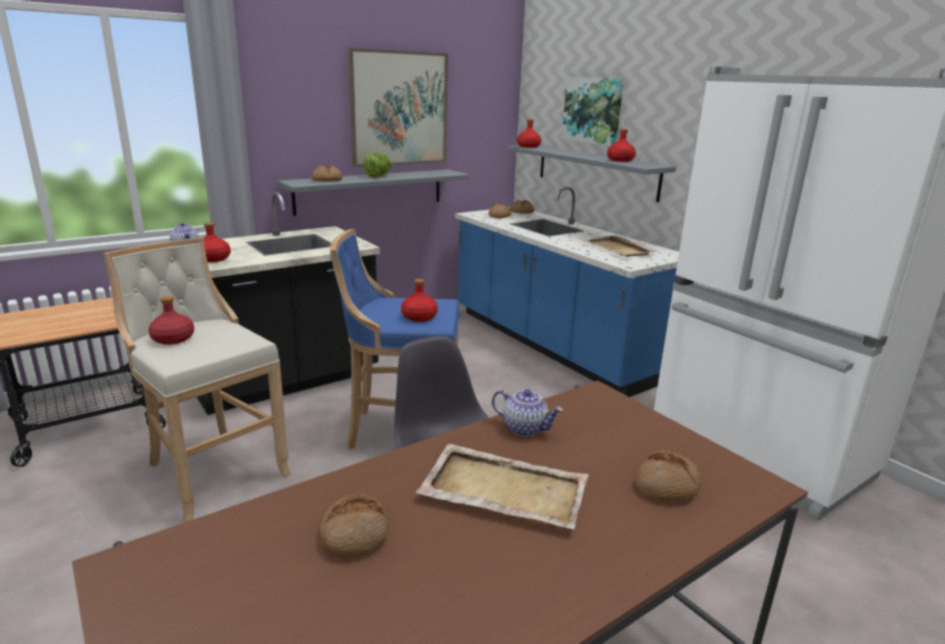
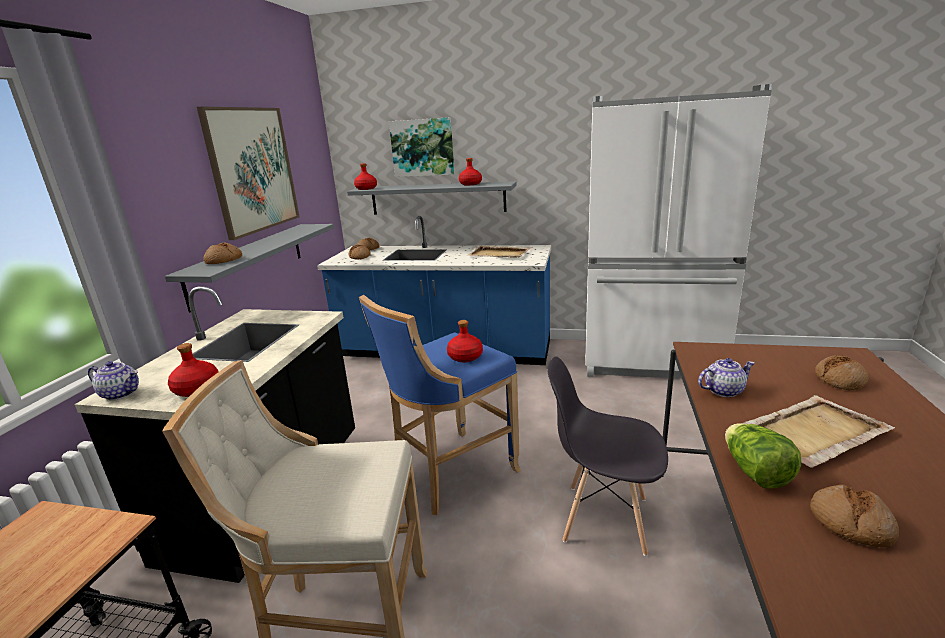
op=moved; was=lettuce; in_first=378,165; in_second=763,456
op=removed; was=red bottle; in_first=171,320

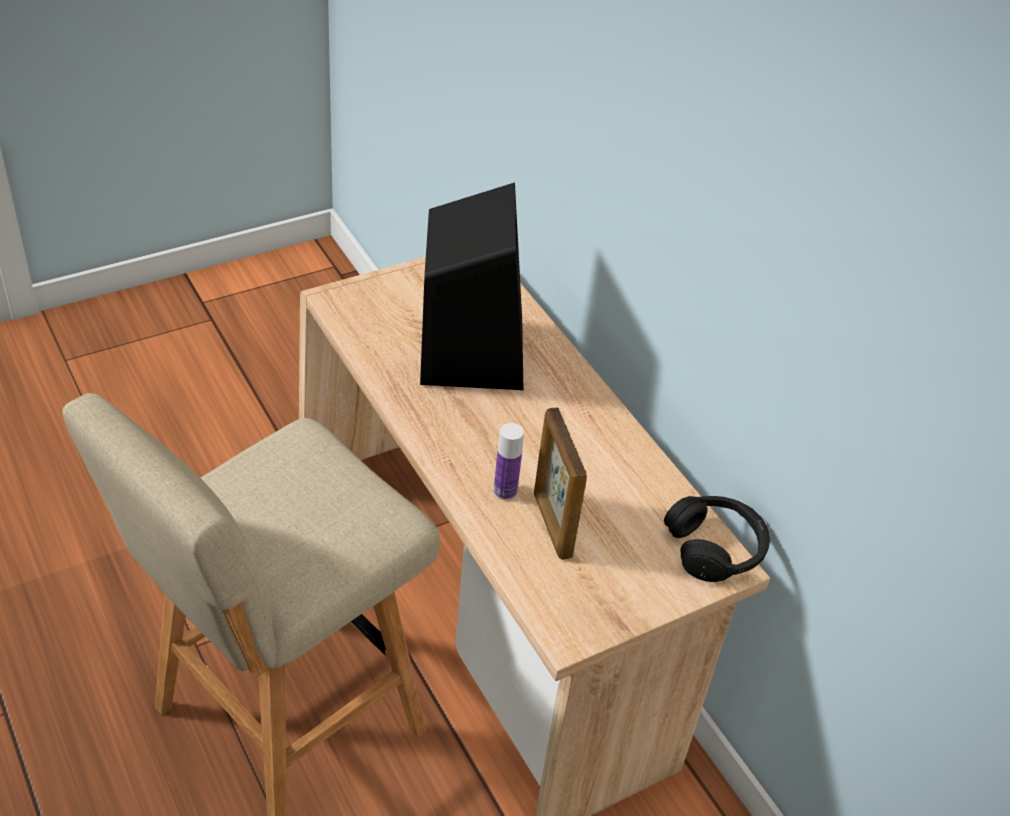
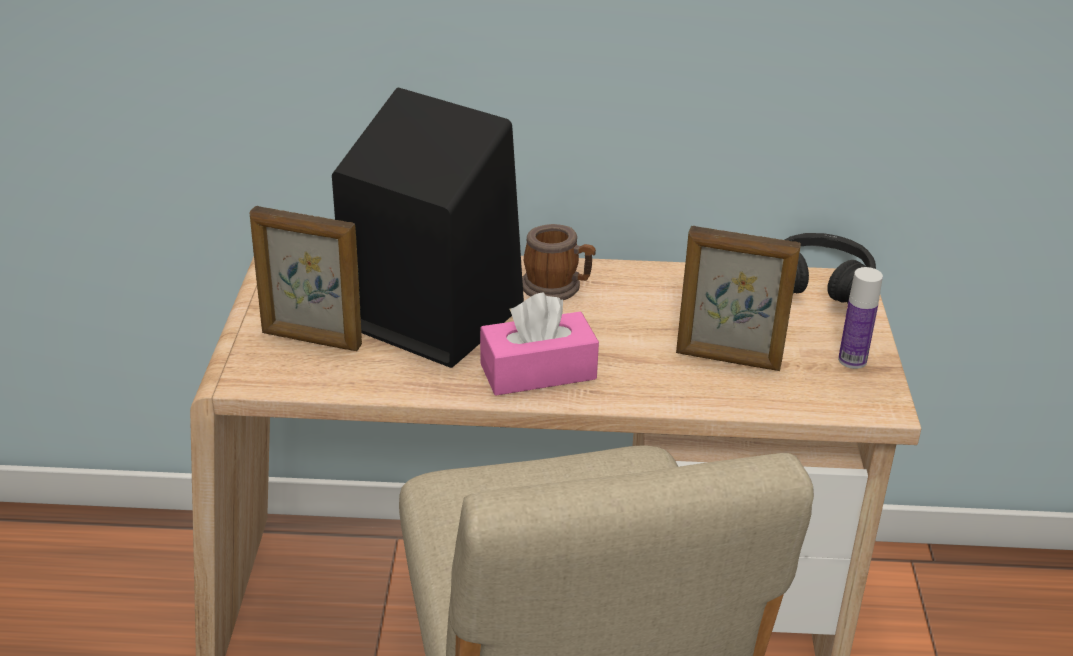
op=moved; was=bottle; in_first=509,461; in_second=860,318
op=added; now=picture frame; in_second=305,278
op=added; now=mug; in_second=559,262
op=added; now=pink tissue box; in_second=539,344

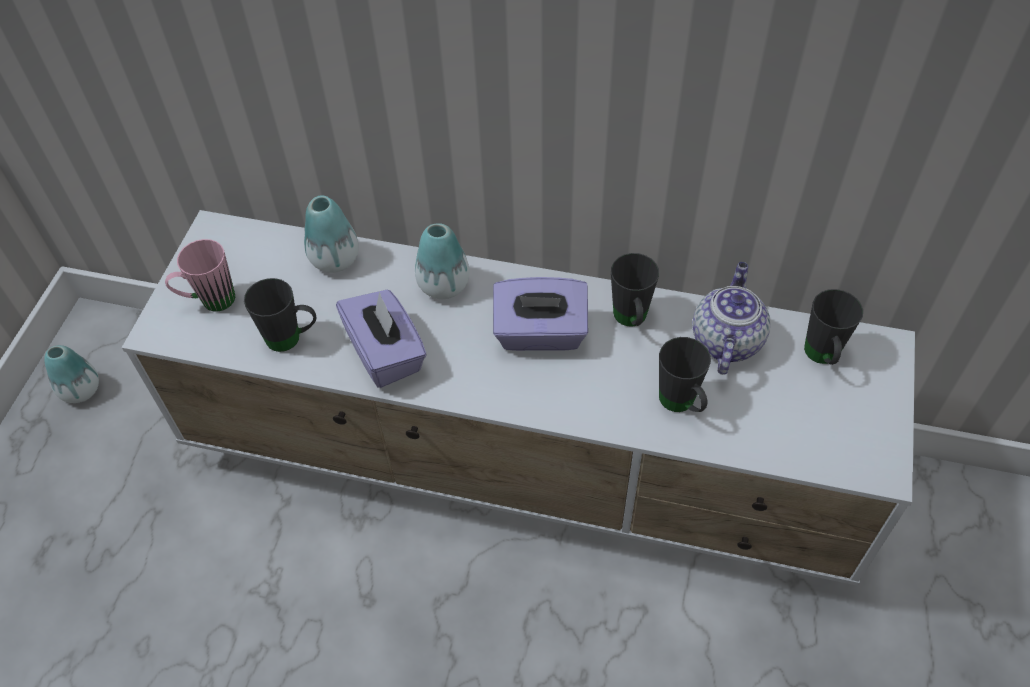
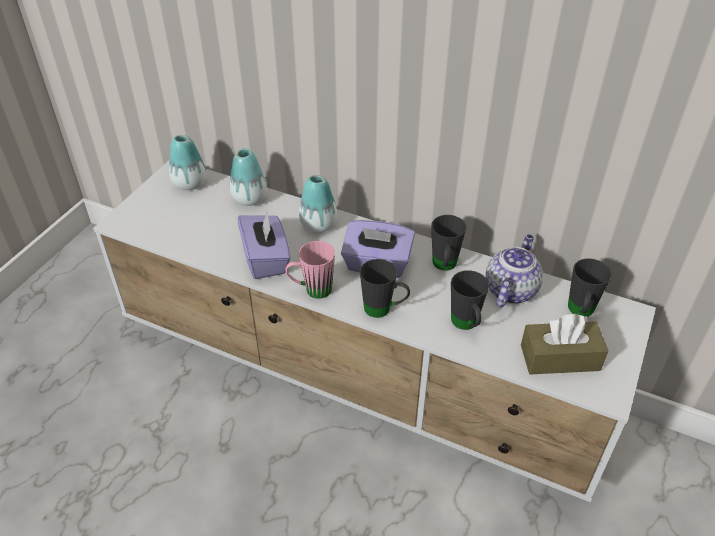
op=moved; was=pink mug; in_first=200,275; in_second=310,270
op=moved; was=black mug; in_first=280,315; in_second=385,288
op=moved; was=vase; in_first=71,374; in_second=187,162
op=added; now=brown tissue box; in_second=564,344

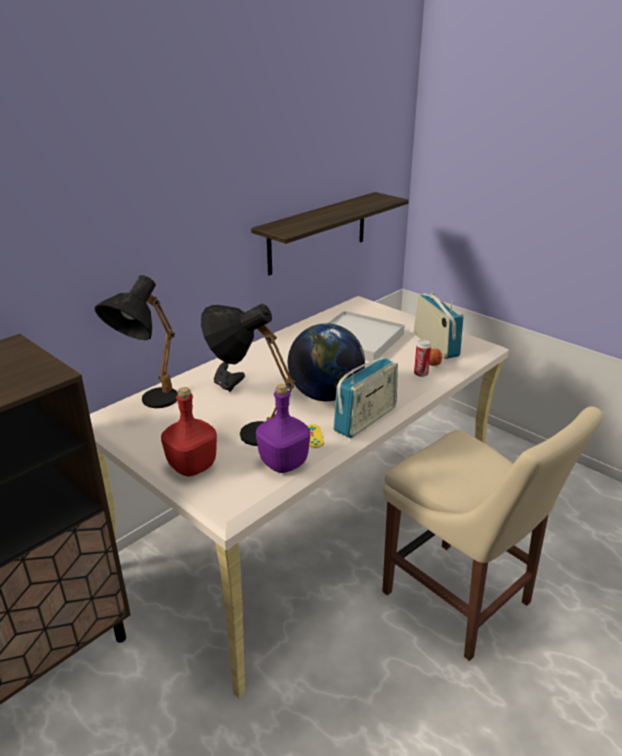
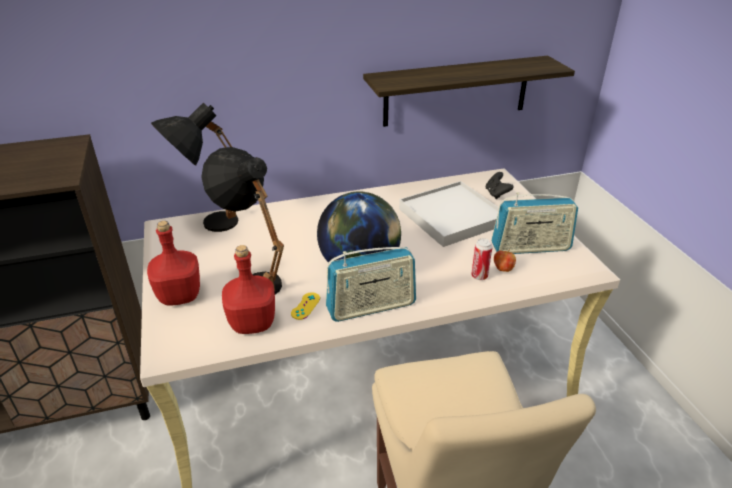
op=turned; was=radio; in_first=438,326; in_second=534,223; clockwise=75
op=moved; was=black game controller; in_first=229,377; in_second=499,185
op=recoloured; was=purple bottle; now=red bottle; in_first=283,428; in_second=248,289

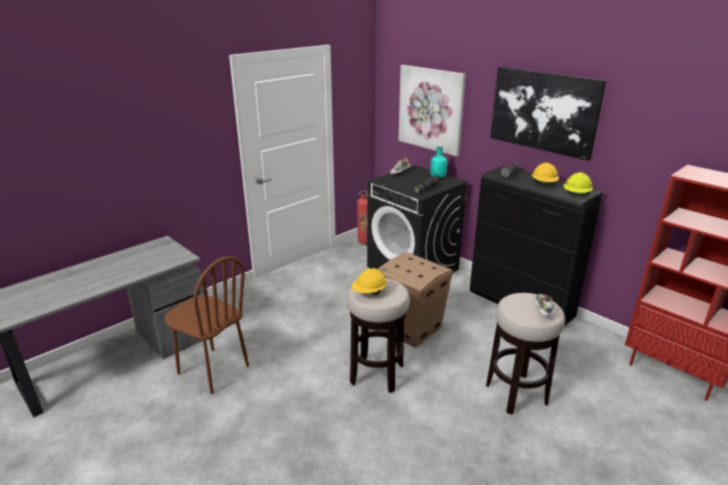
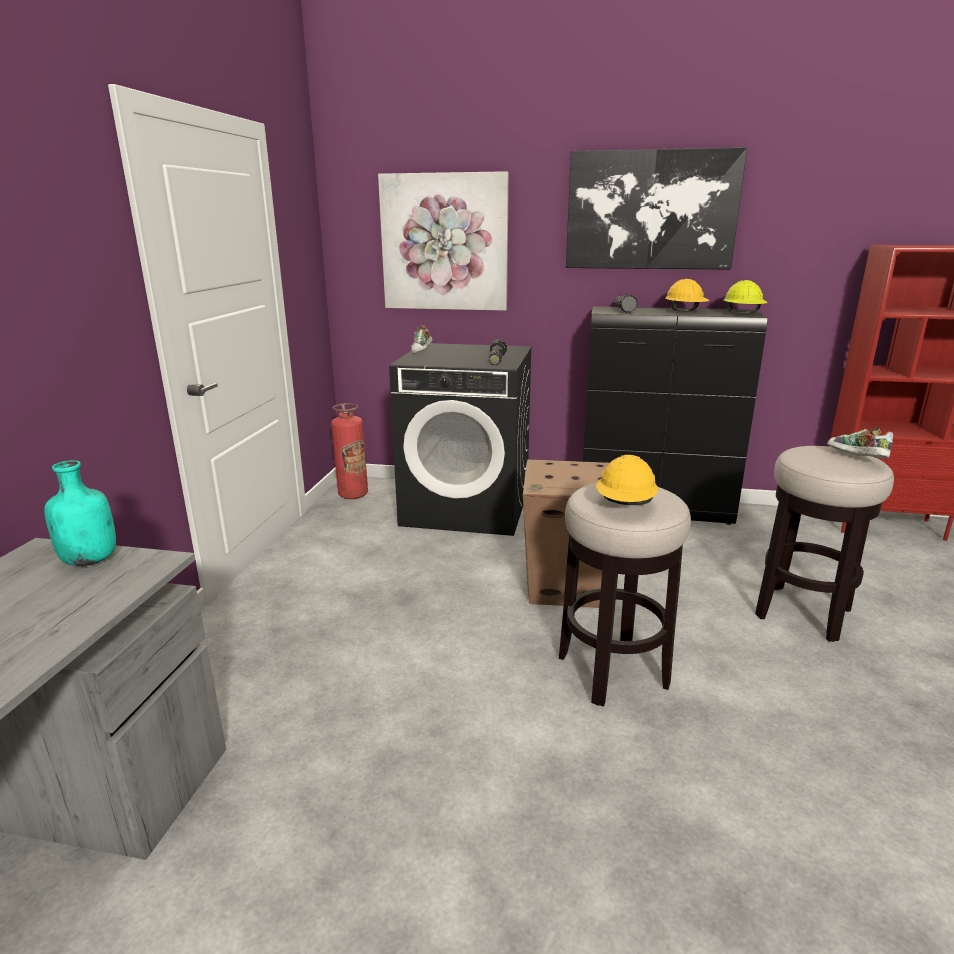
op=moved; was=turquoise bottle; in_first=438,163; in_second=80,513
op=removed; was=brown chair; in_first=207,325

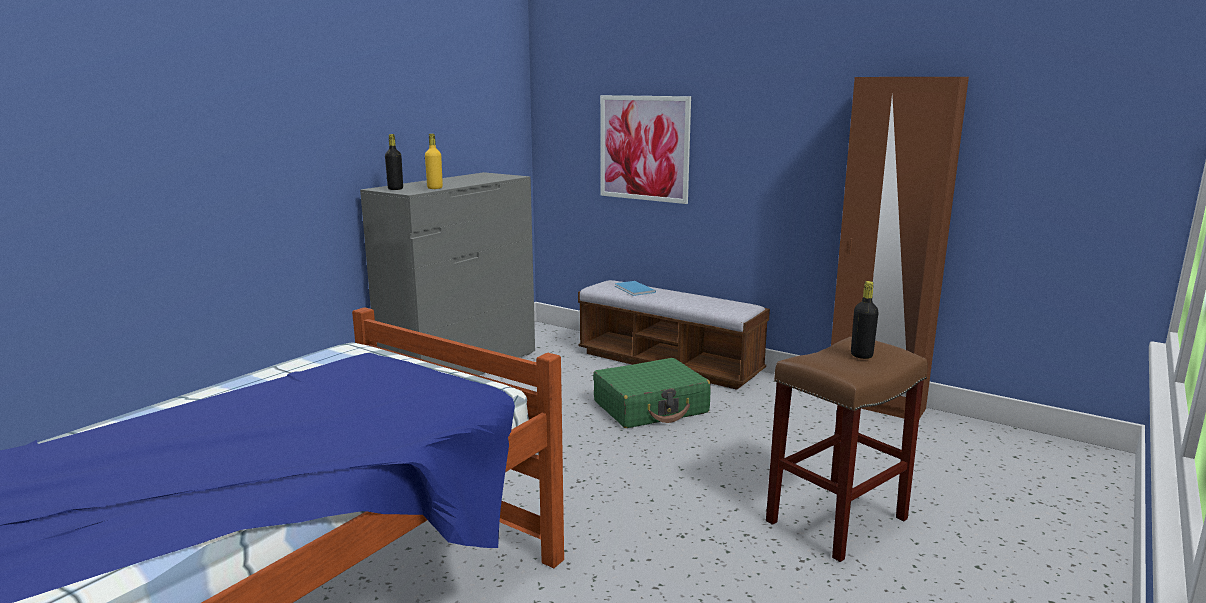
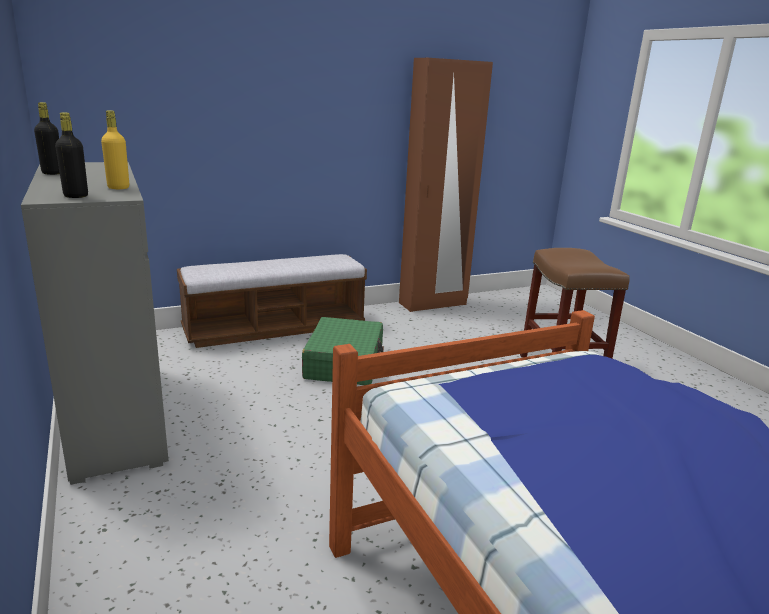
op=removed; was=picture; in_first=645,149
op=removed; was=blue book; in_first=635,288
op=moved; was=black bottle; in_first=865,320; in_second=47,138

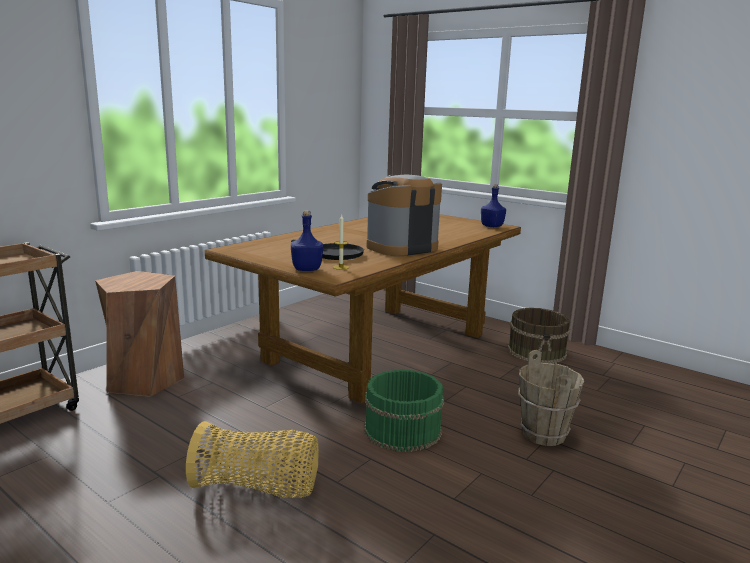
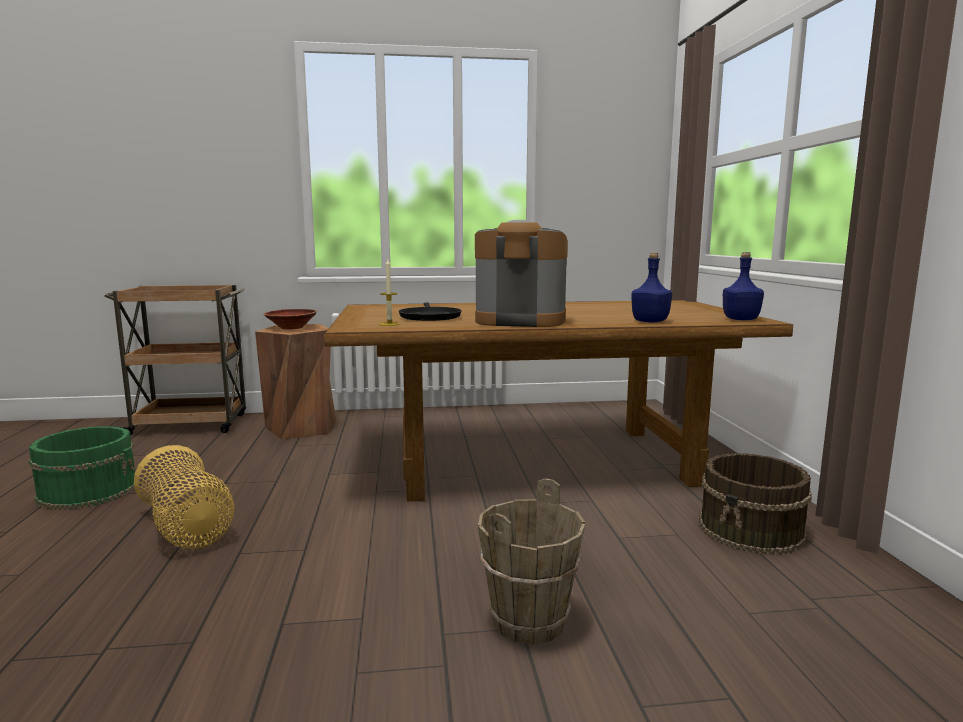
op=moved; was=blue bottle; in_first=307,240; in_second=651,287
op=moved; was=green bucket; in_first=404,410; in_second=82,468
op=added; now=brown bowl; in_second=290,319

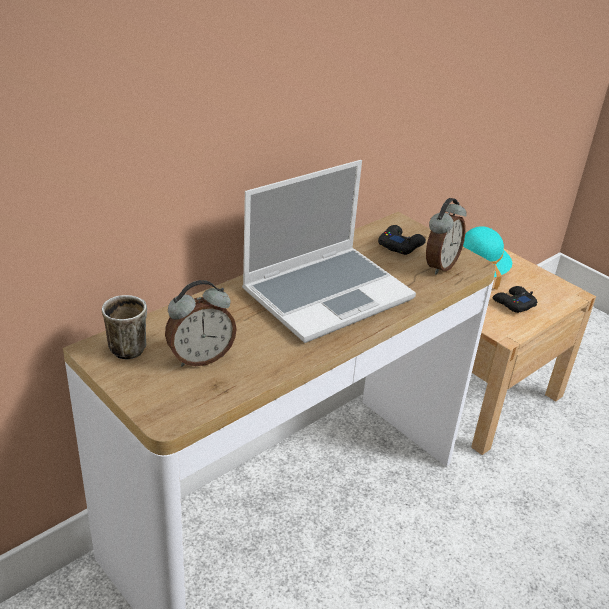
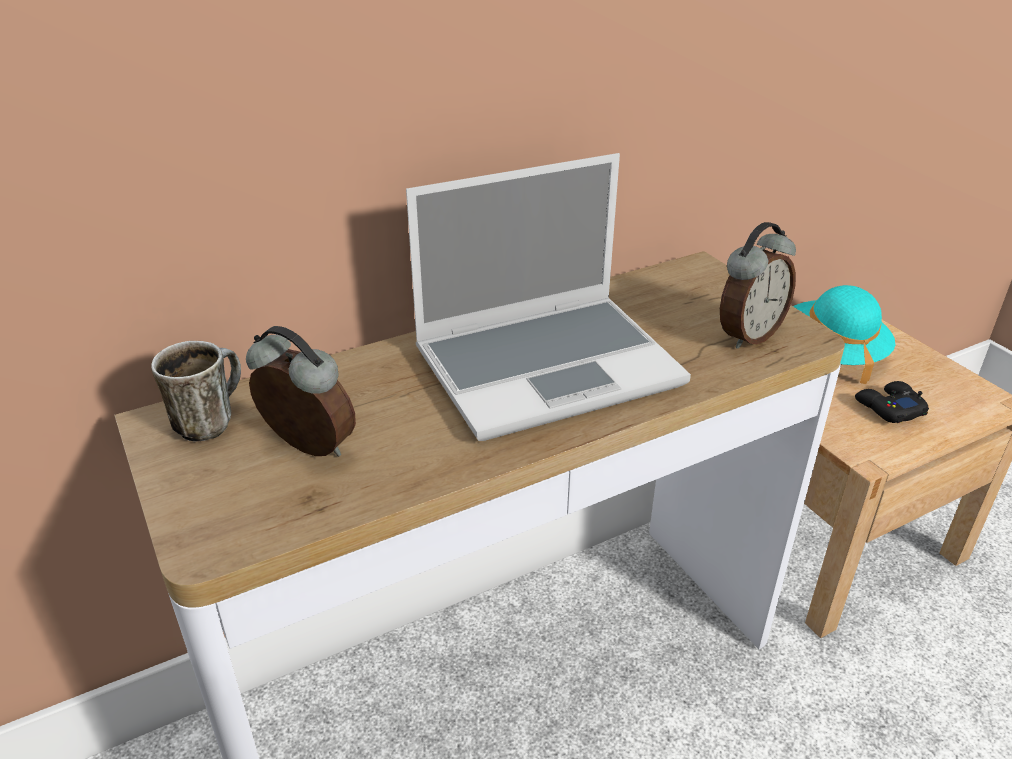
op=removed; was=black game controller; in_first=402,240
op=turned; was=alarm clock; in_first=201,323; in_second=301,391; clockwise=-135

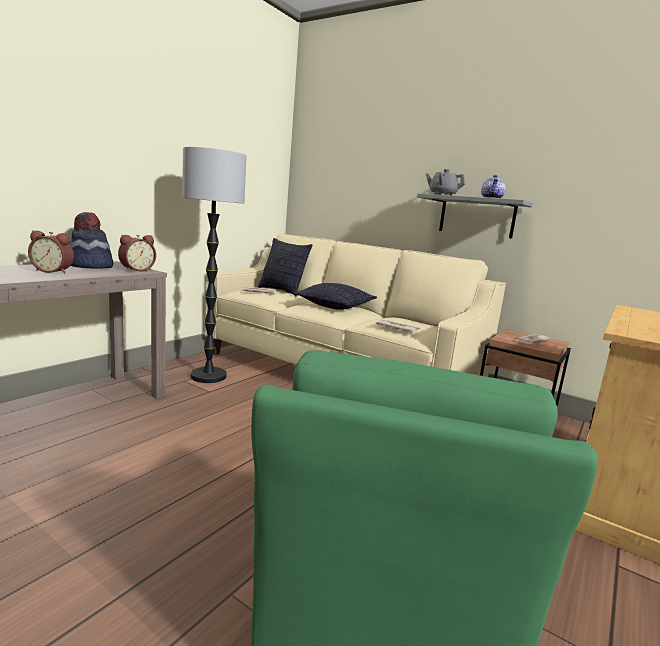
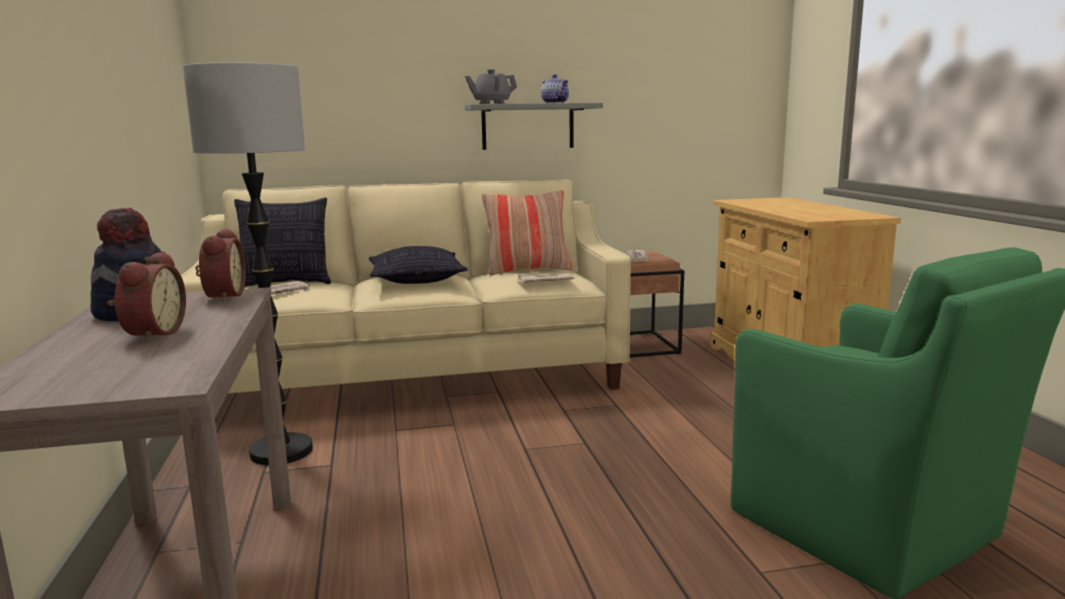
op=turned; was=alarm clock; in_first=51,251; in_second=150,296; clockwise=-45
op=added; now=pillow; in_second=527,232

